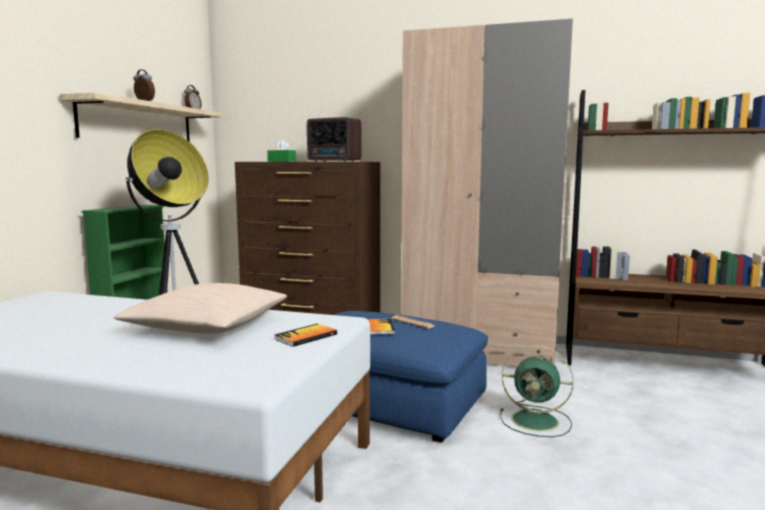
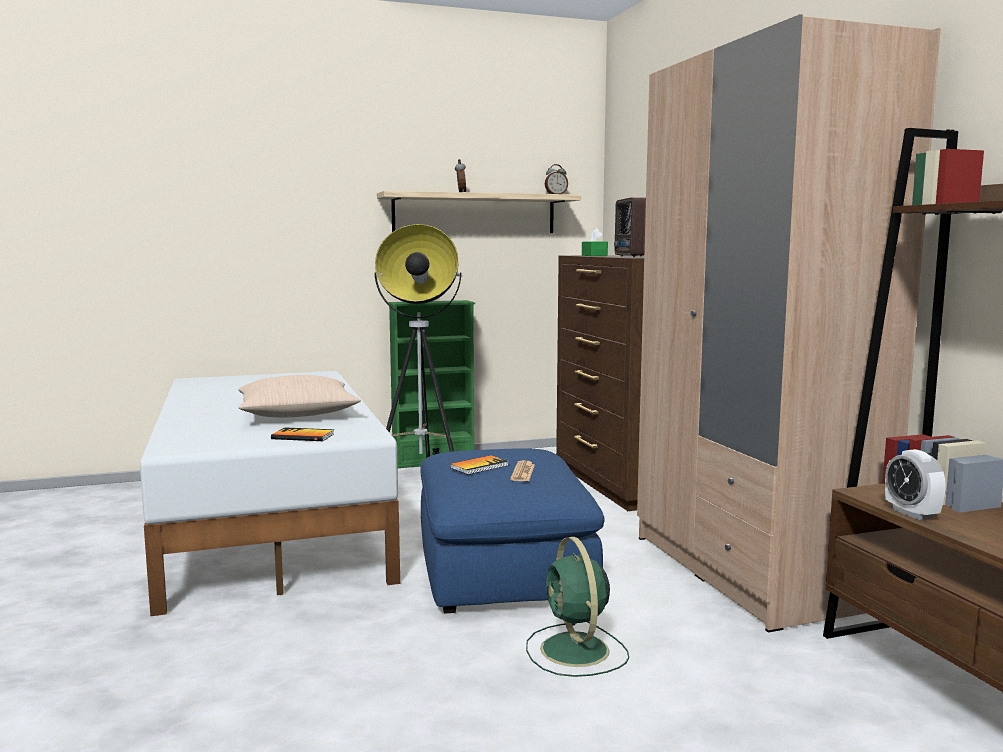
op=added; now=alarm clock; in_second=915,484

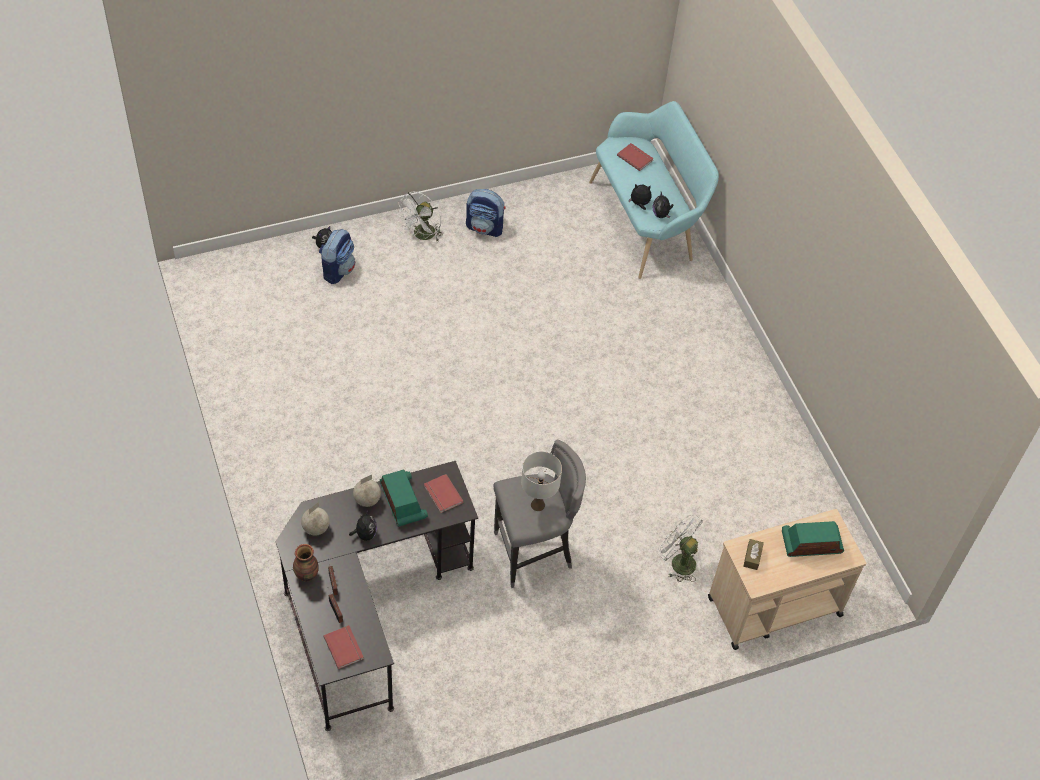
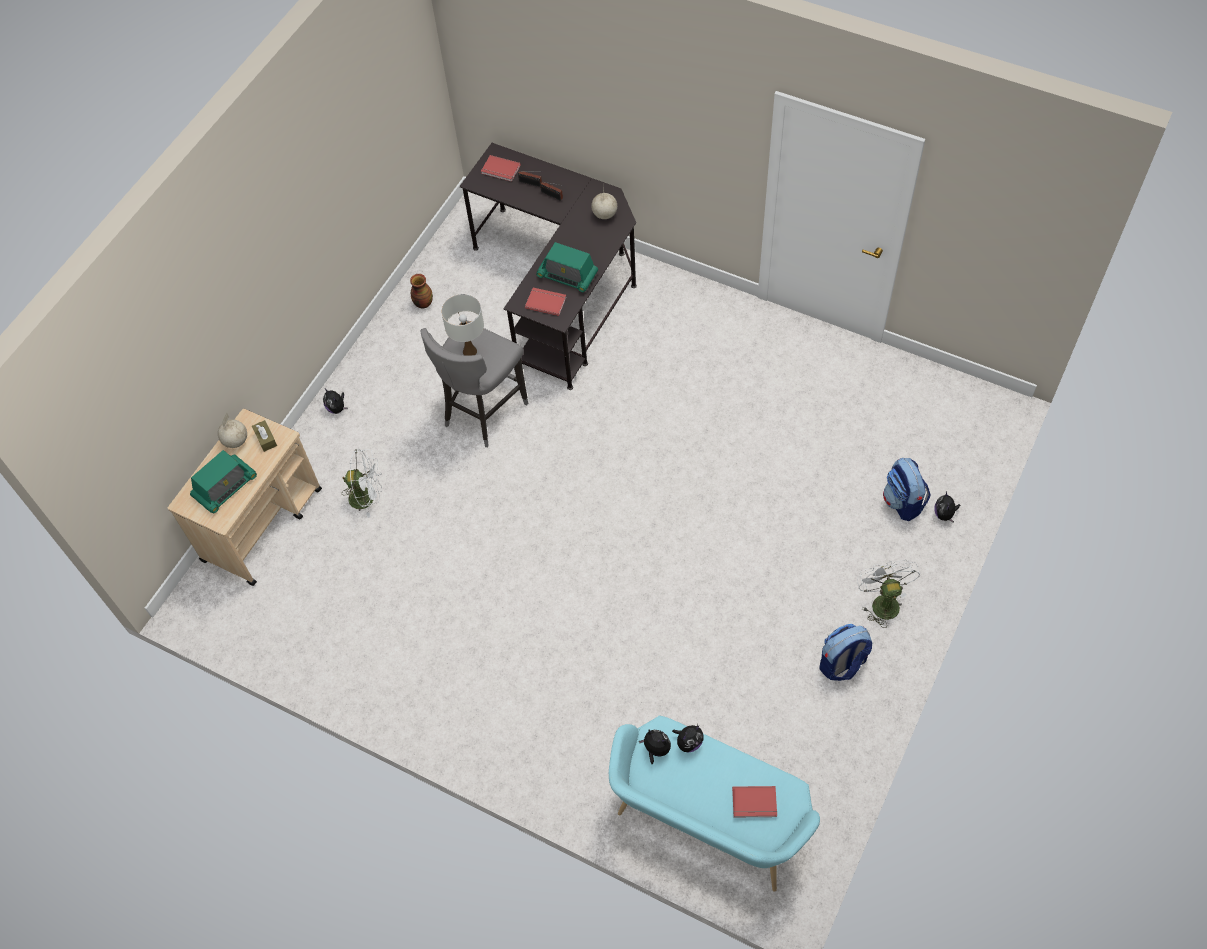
op=moved; was=globe; in_first=367,491; in_second=232,430
op=moved; was=plush toy; in_first=363,525; in_second=335,401
op=moved; was=vase; in_first=306,562; in_second=421,291

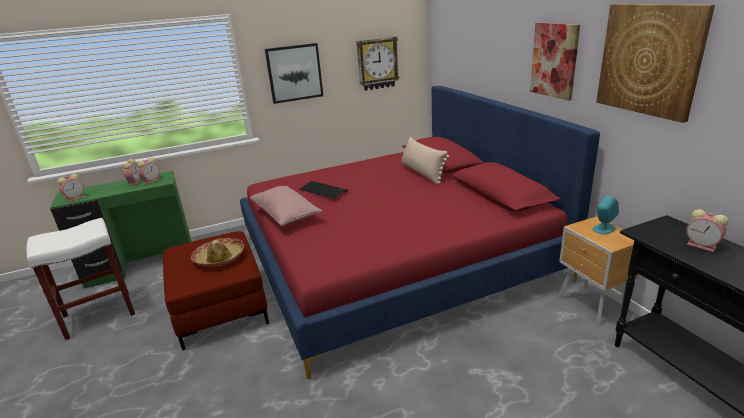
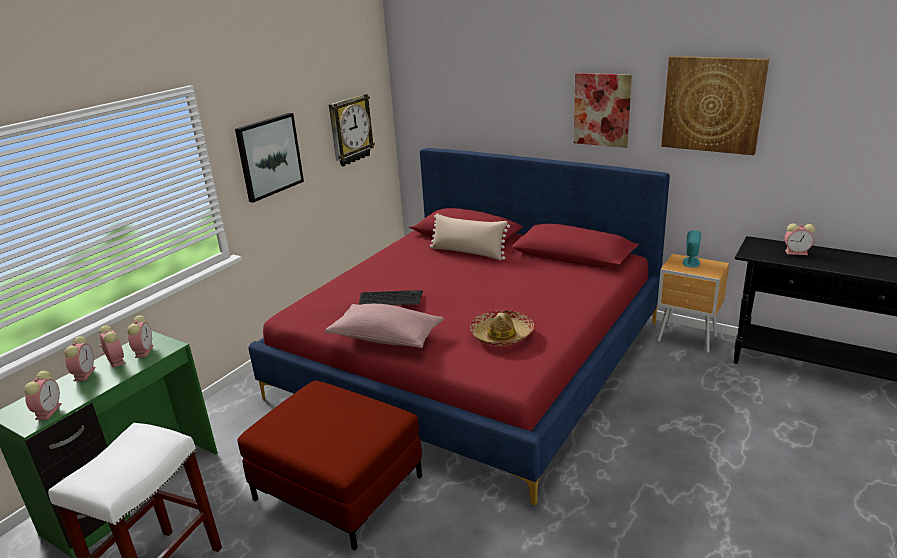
op=moved; was=hat; in_first=217,252; in_second=502,328
op=added; now=alarm clock; in_second=80,358

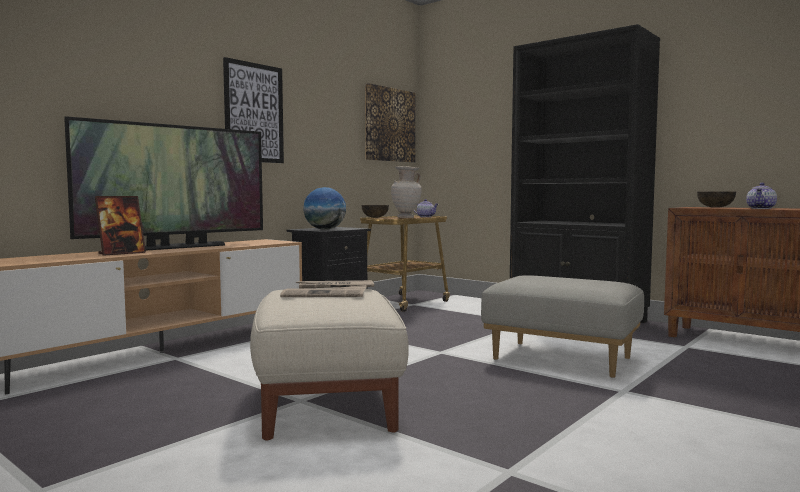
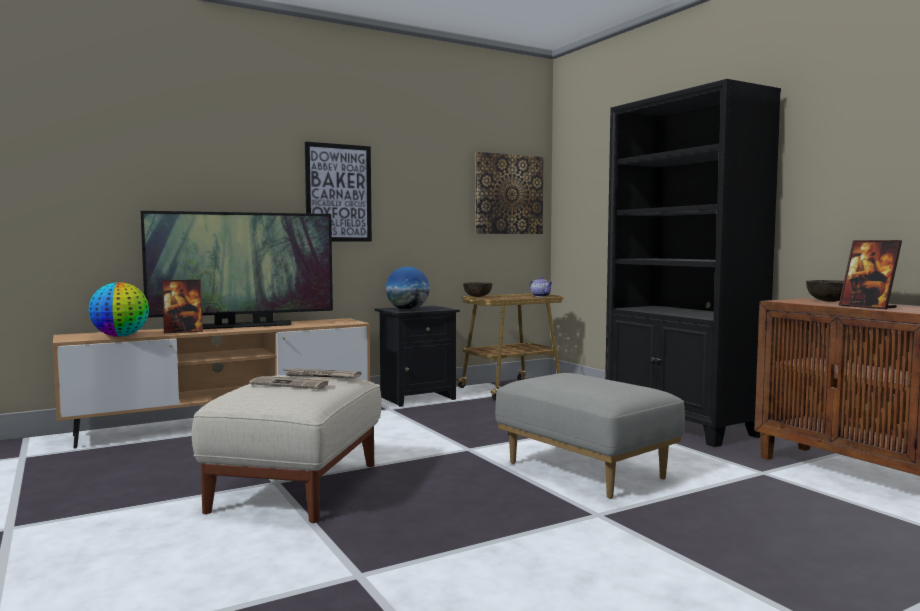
op=removed; was=beige vase; in_first=406,192
op=replaced; was=teapot; now=picture frame; in_first=761,196; in_second=870,274
op=added; now=globe; in_second=118,309

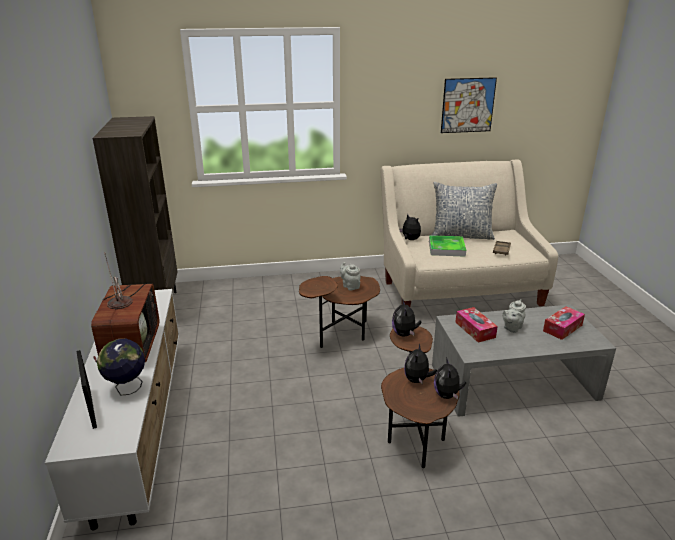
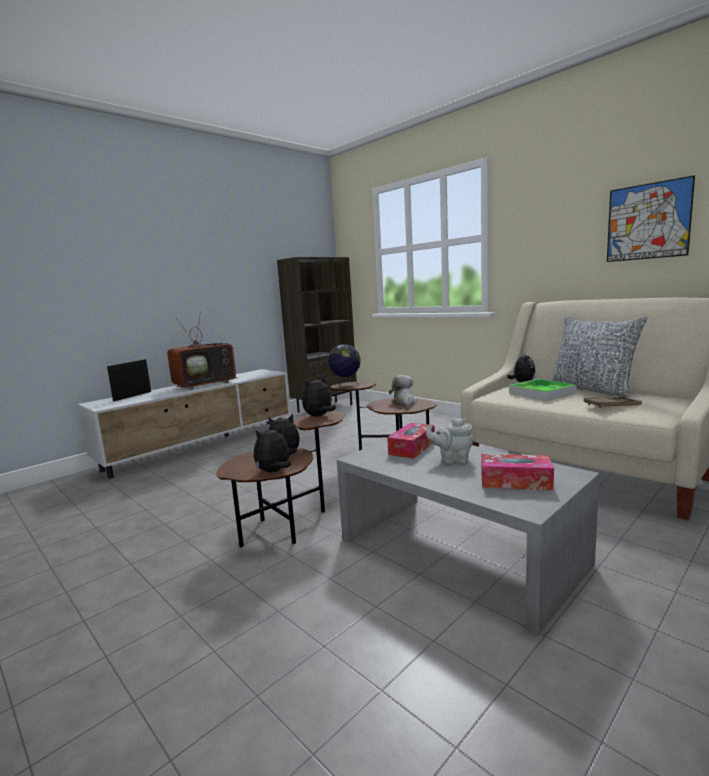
op=replaced; was=grey teapot; now=plush toy; in_first=350,276; in_second=403,391
op=moved; was=globe; in_first=121,367; in_second=344,365

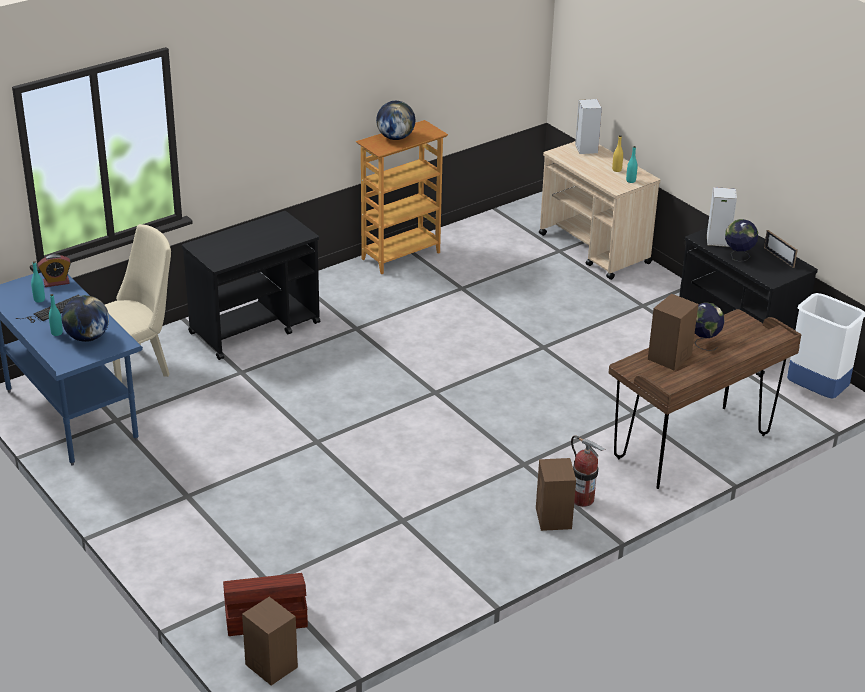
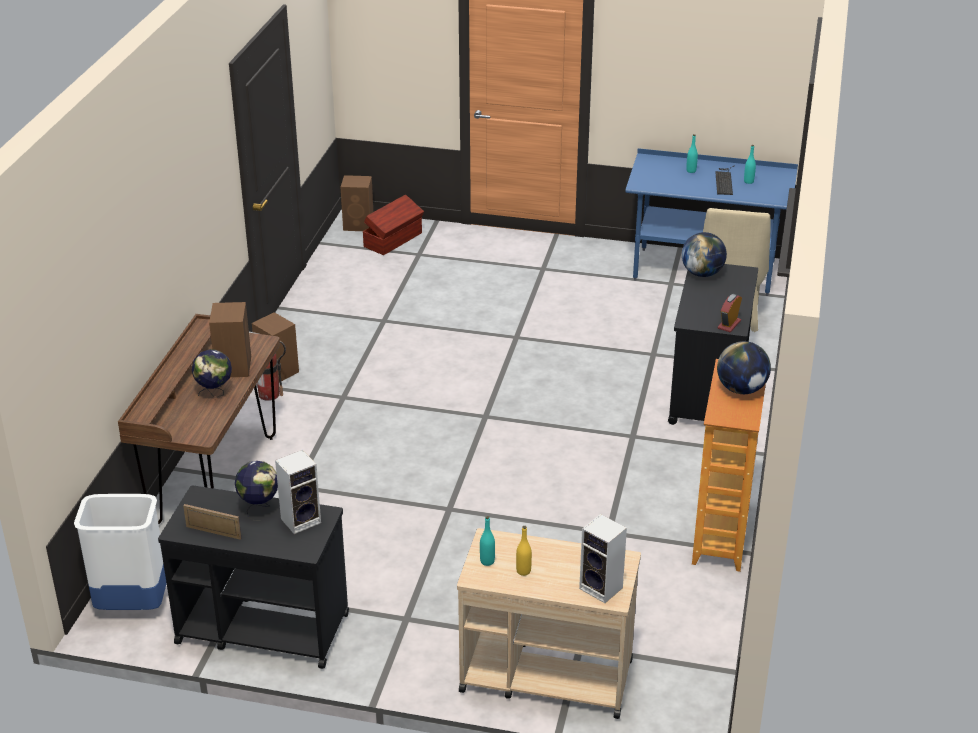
op=moved; was=alarm clock; in_first=54,270; in_second=730,313
op=moved; was=globe; in_first=85,318; in_second=704,254

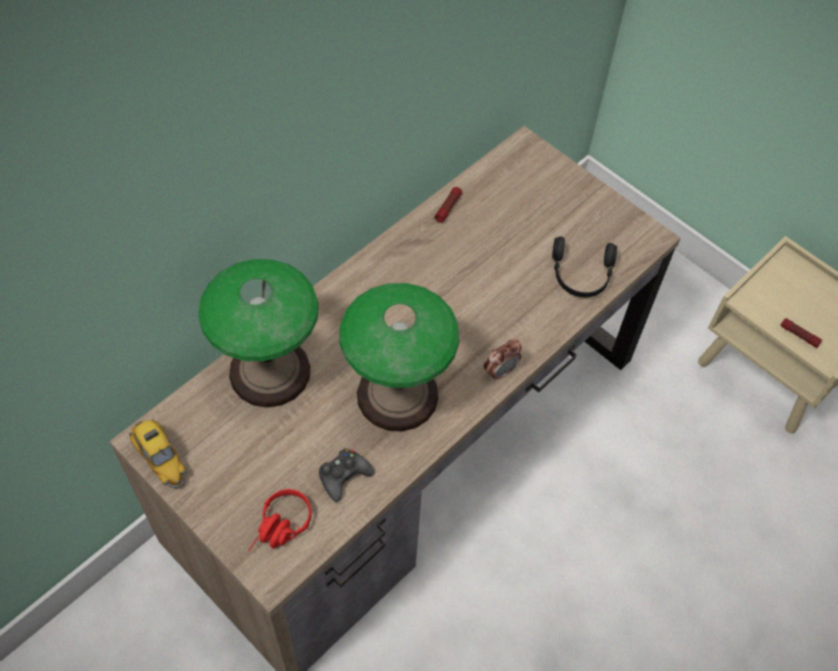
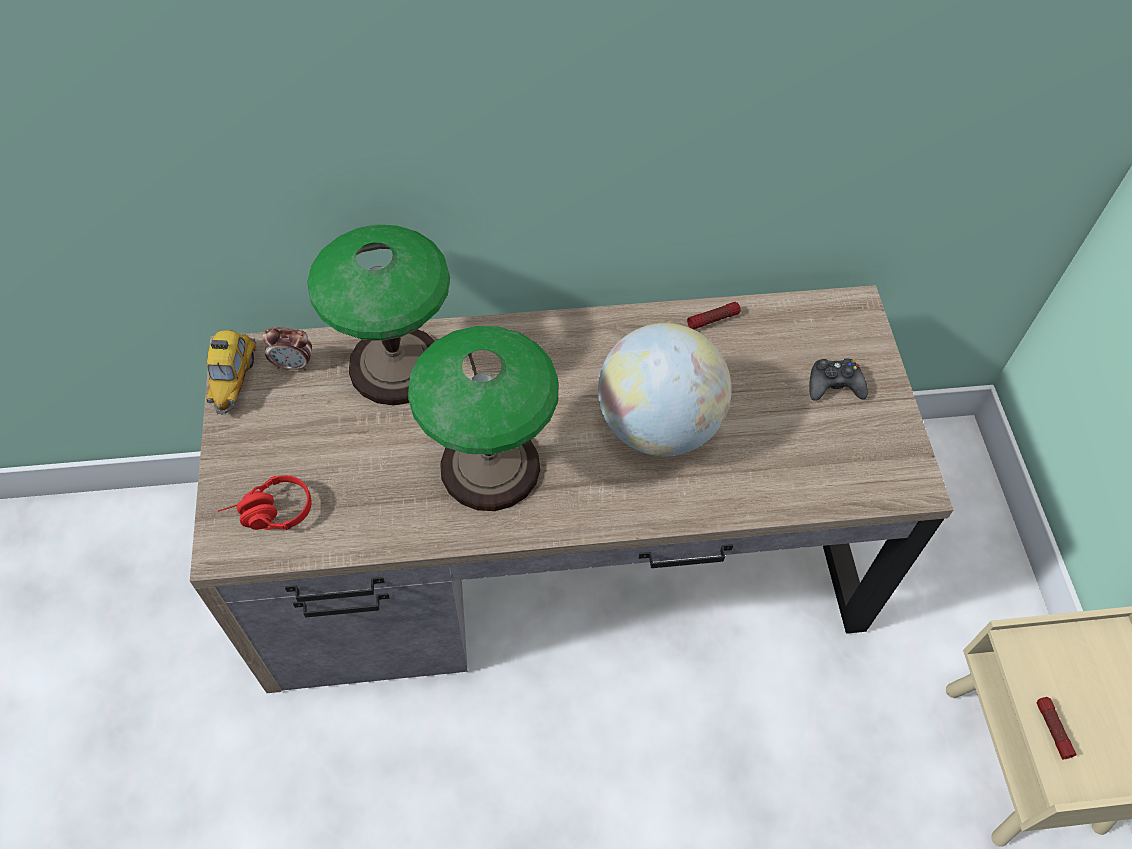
op=removed; was=black headphones; in_first=584,267
op=moved; was=alarm clock; in_first=503,360; in_second=287,349
op=moved; was=black game controller; in_first=346,475; in_second=838,379
op=added; now=globe; in_second=665,389

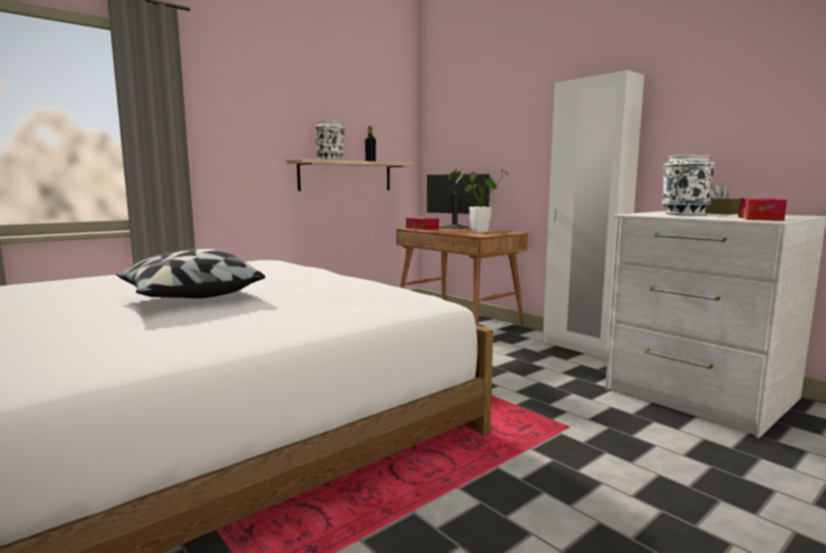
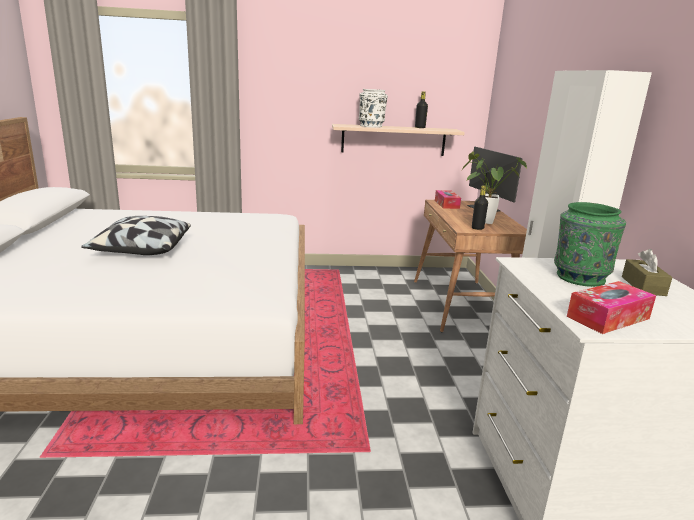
op=recoloured; was=white vase; now=green vase; in_first=688,185; in_second=590,244
op=added; now=black bottle; in_second=480,207

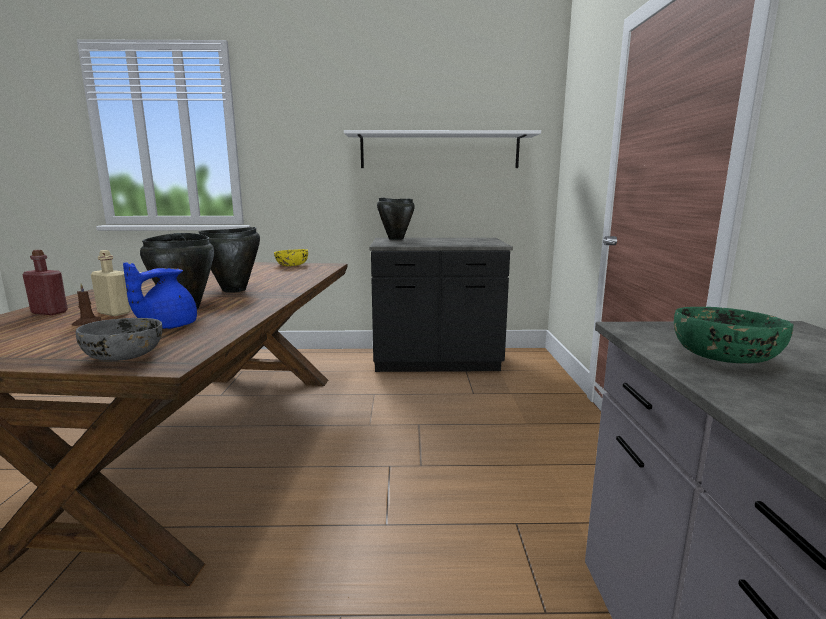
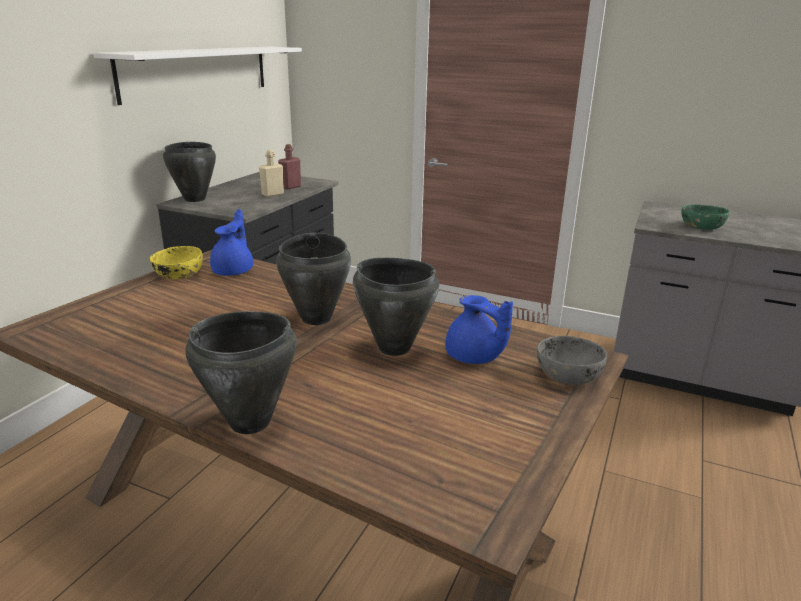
op=moved; was=red bottle; in_first=45,282; in_second=289,166
op=moved; was=beige bottle; in_first=111,283; in_second=271,173
op=removed; was=brown candle; in_first=86,305
op=added; now=blue teapot; in_second=231,242
op=added; now=black cooking pot; in_second=241,372

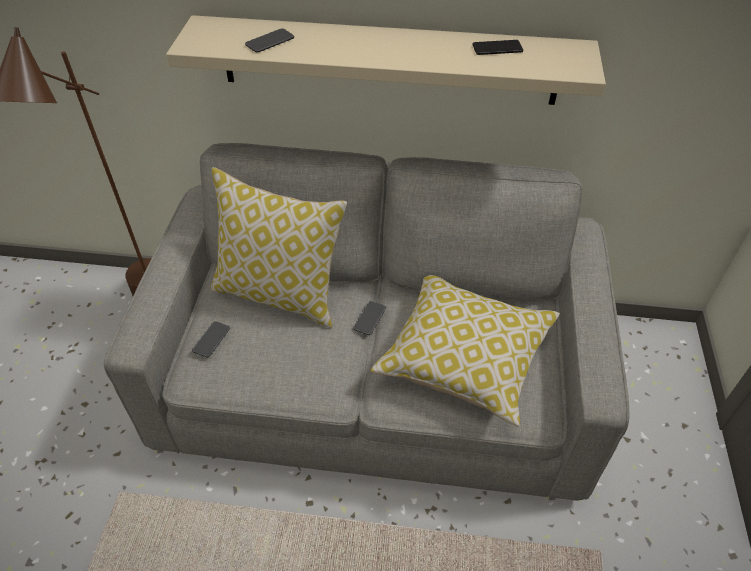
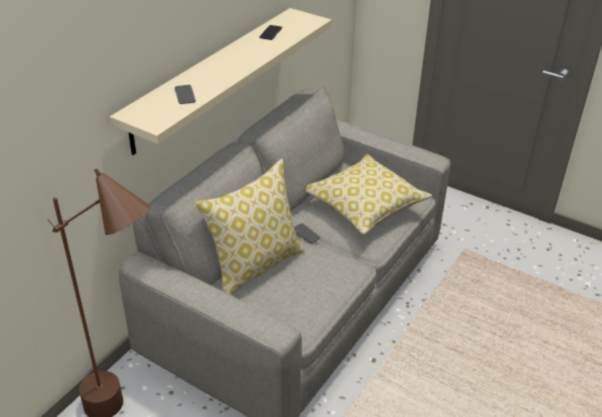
op=removed; was=phone; in_first=211,339

